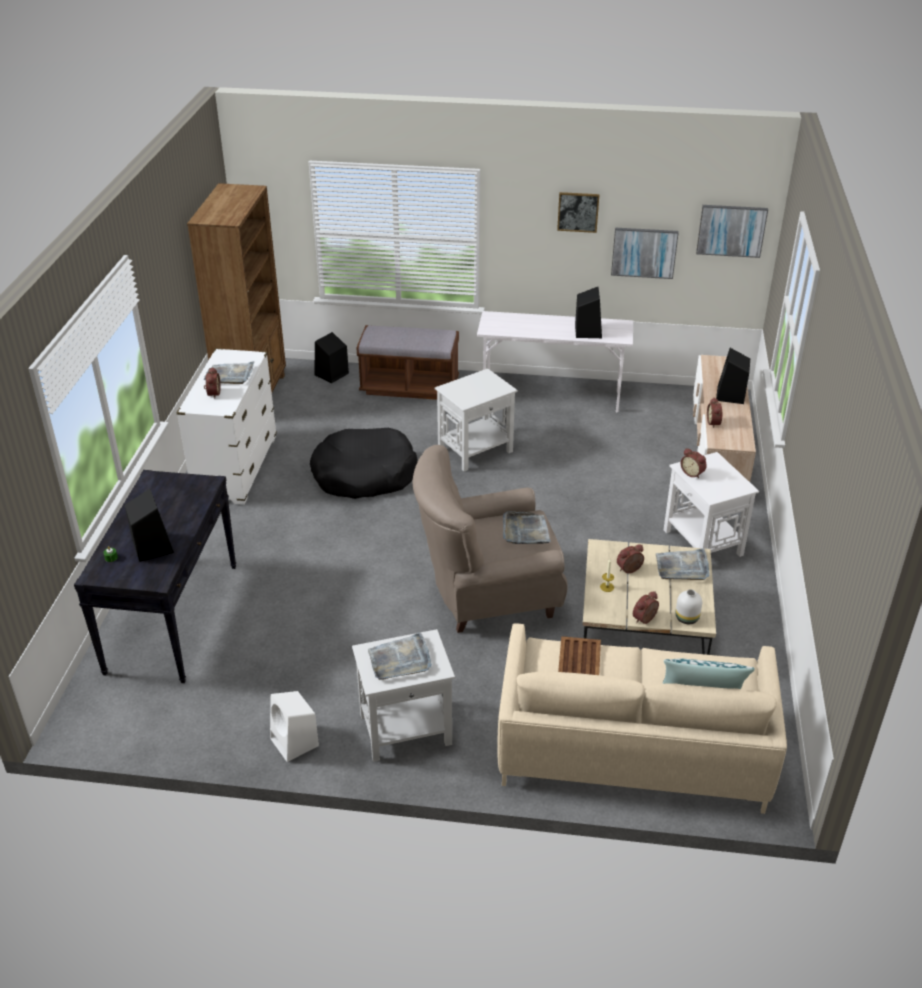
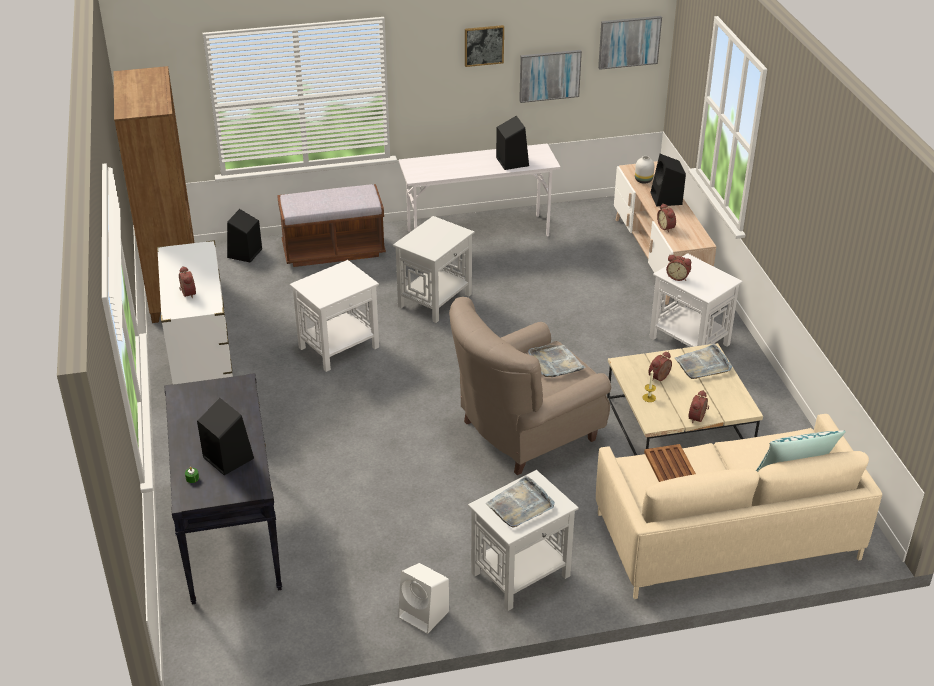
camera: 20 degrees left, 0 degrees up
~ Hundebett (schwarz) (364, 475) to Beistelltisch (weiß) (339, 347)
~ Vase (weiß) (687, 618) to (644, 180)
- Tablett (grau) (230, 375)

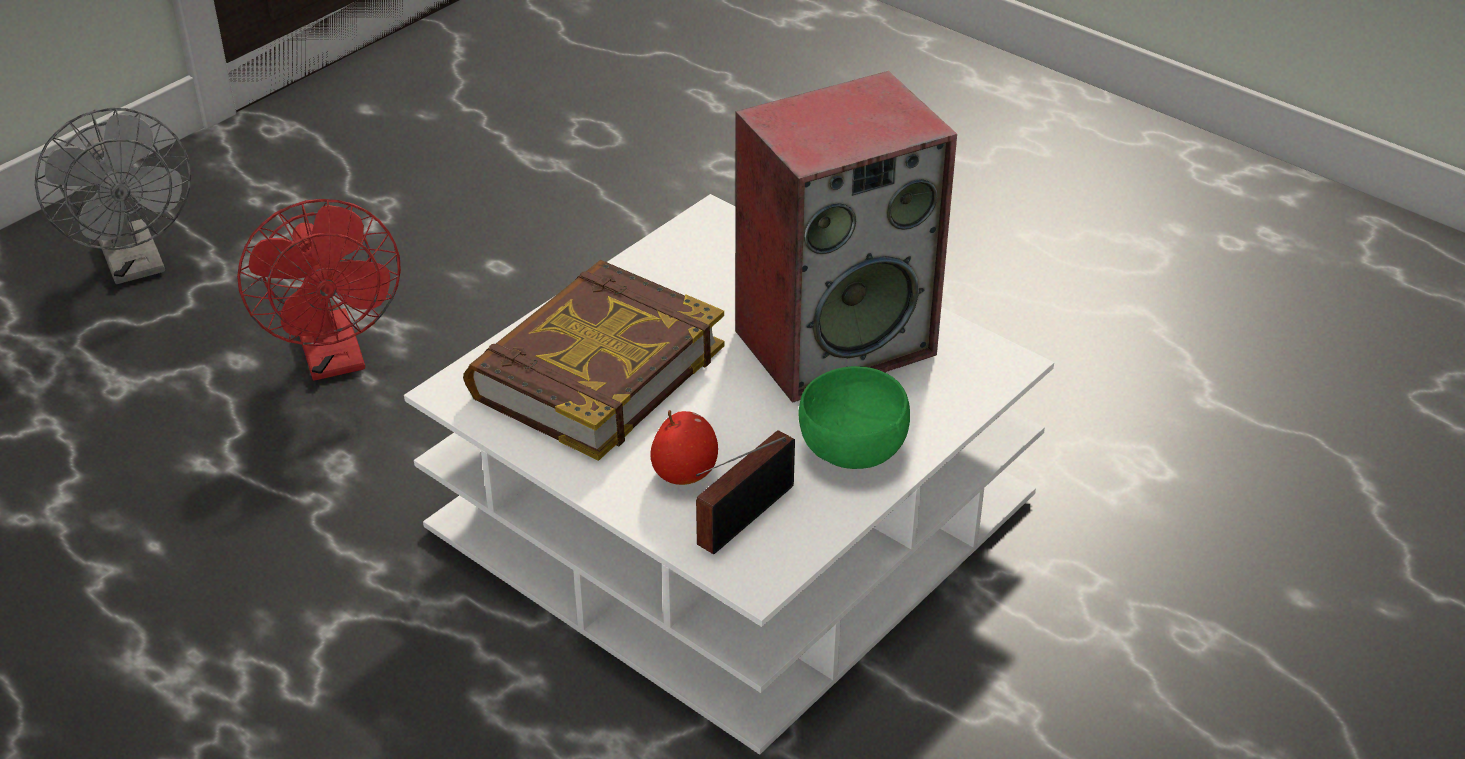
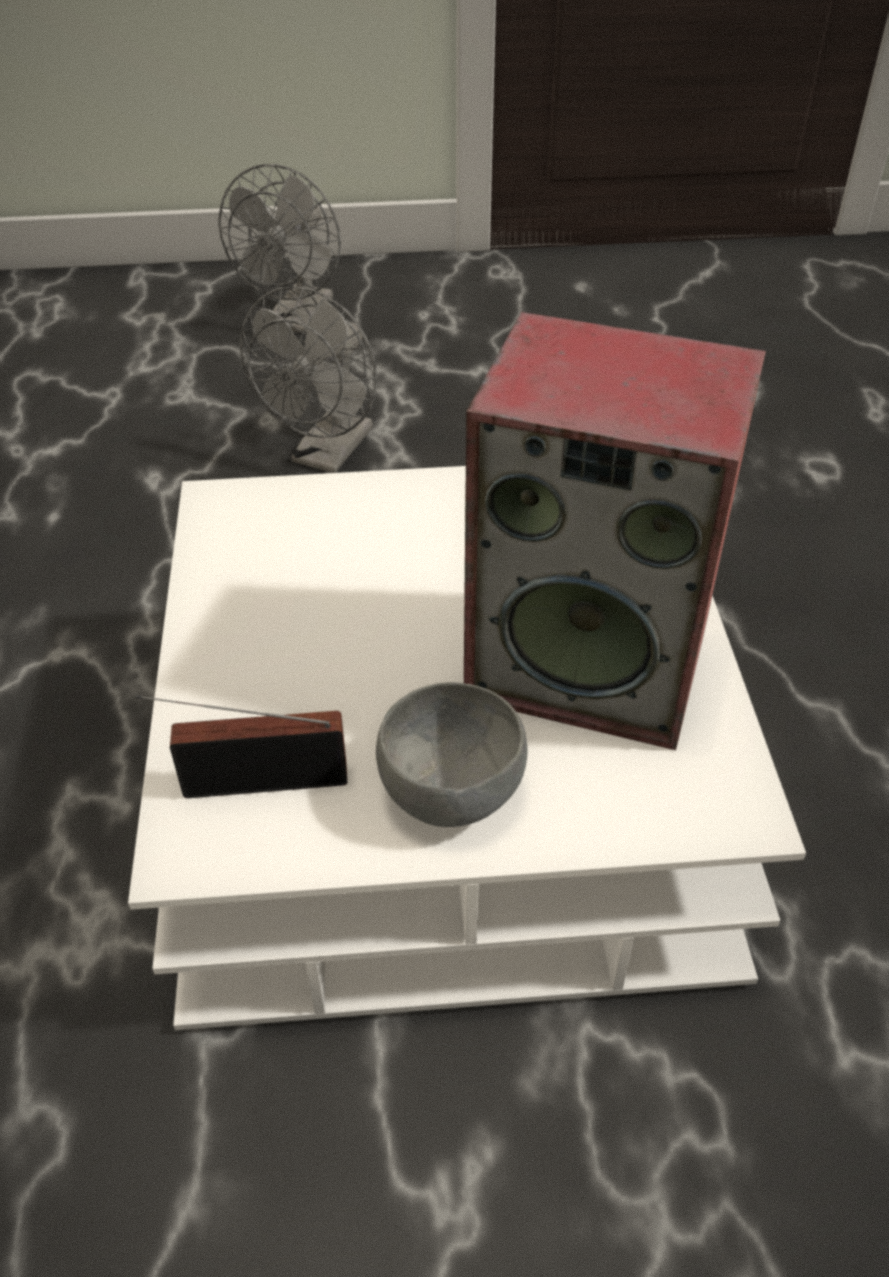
camera: 45 degrees right, 5 degrees up
~ Ventilator (rot) (335, 359) to Ventilator (grau) (327, 455)
~ Schüssel (grün) (852, 451) to Schüssel (grau) (450, 791)
- Buch (595, 371)
- Apfel (684, 473)

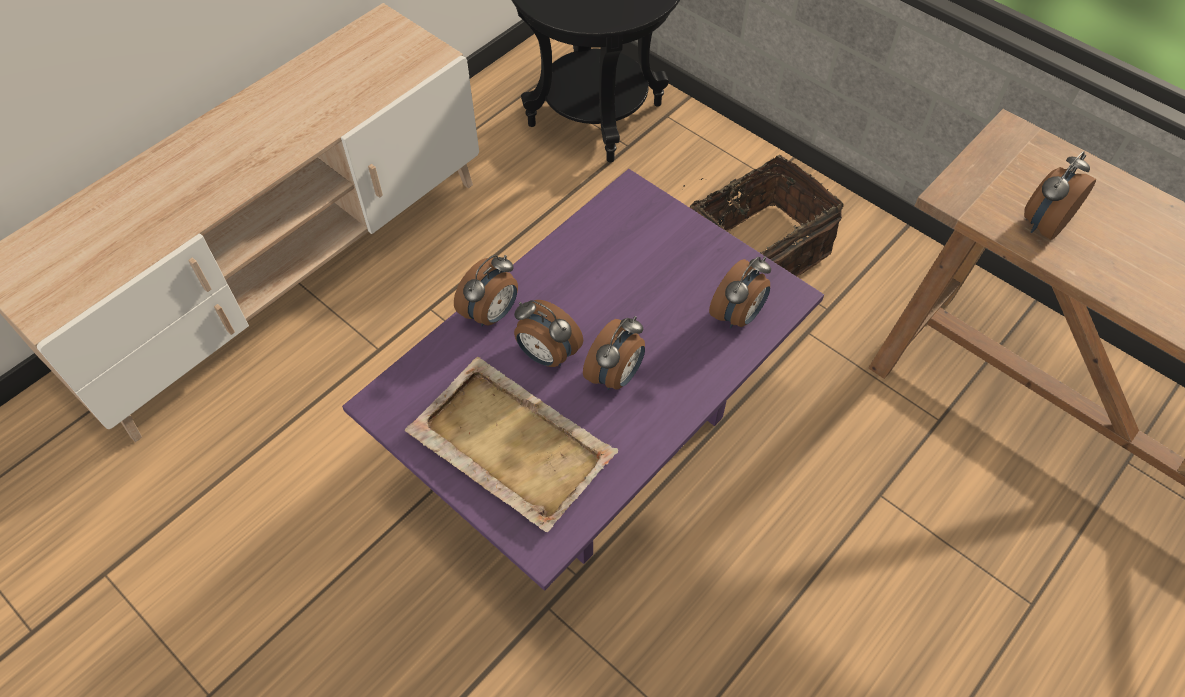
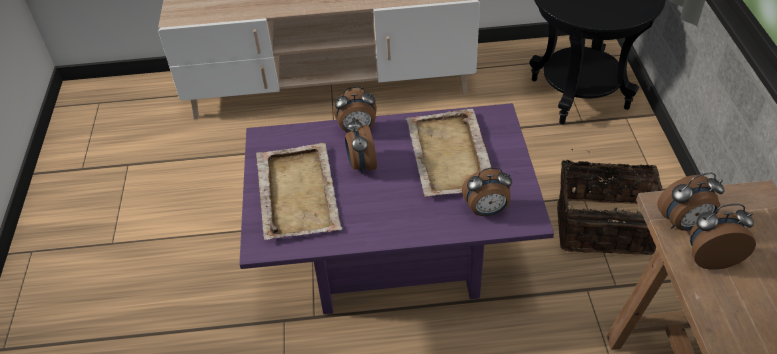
camera: 45 degrees right, 10 degrees down
+ Tablett (beige) (449, 156)
~ Wecker (616, 375) to (684, 224)

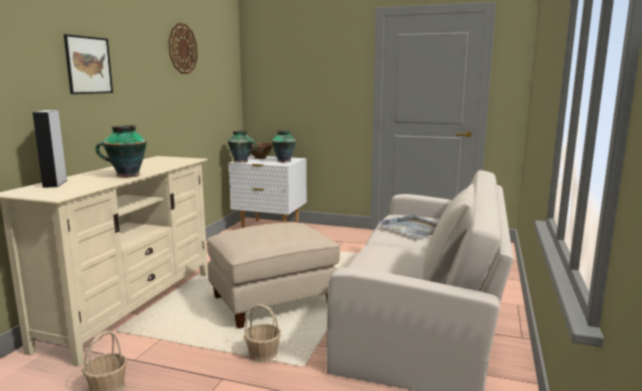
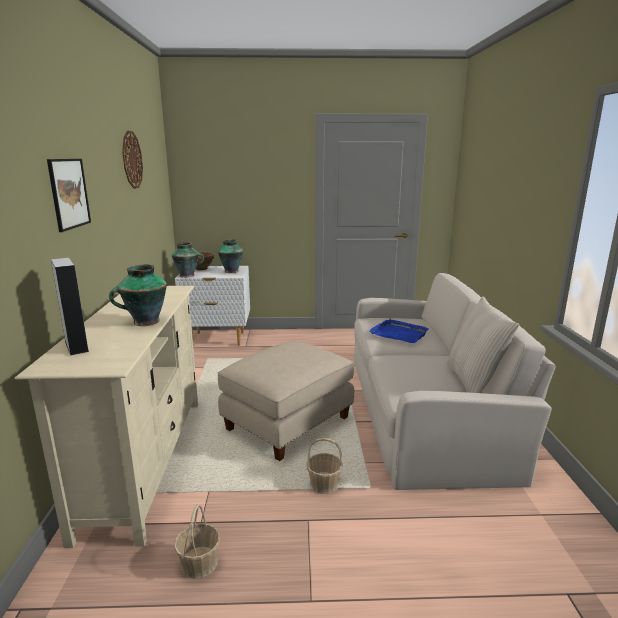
camera: 20 degrees left, 5 degrees up
~ Tablett (grau) (413, 228) to Tablett (blau) (399, 333)

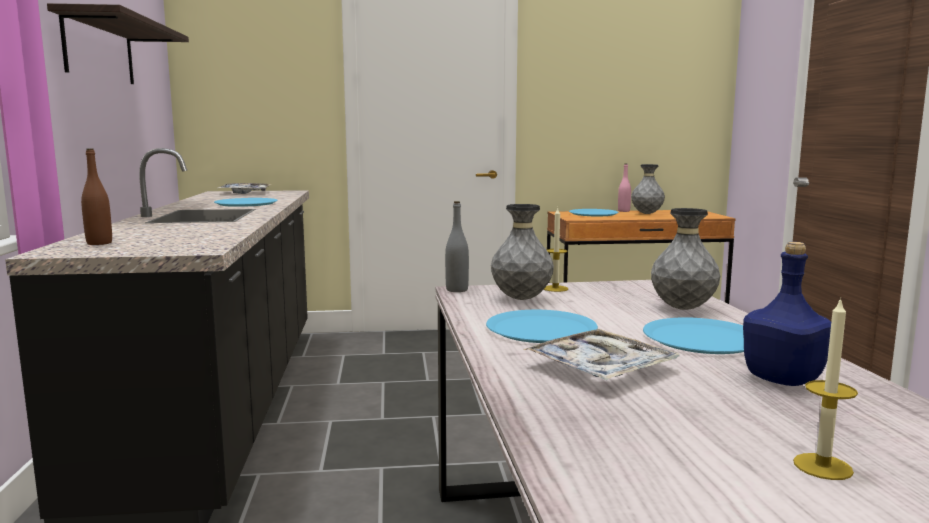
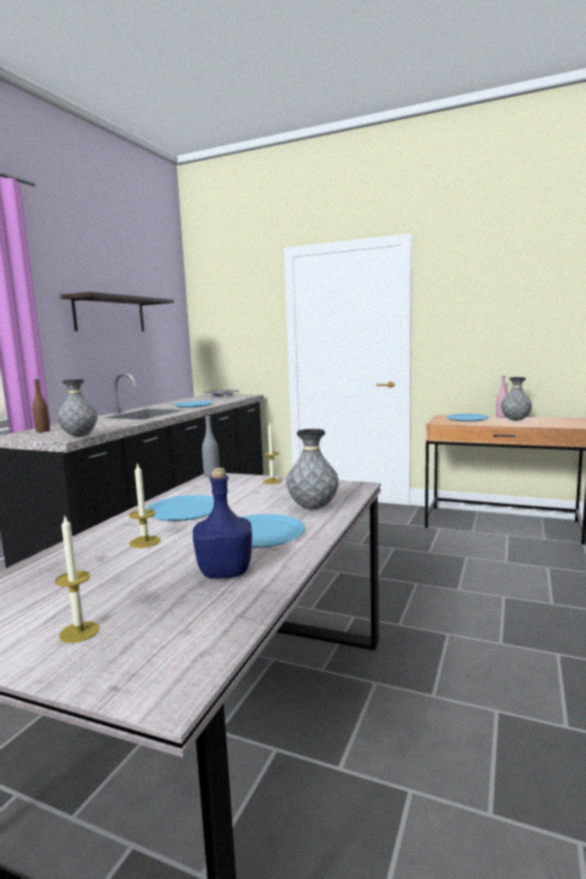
camera: 30 degrees right, 0 degrees up
~ Vase (grau) (521, 299) to (79, 436)
~ Tablett (601, 368) to Kerze (145, 542)

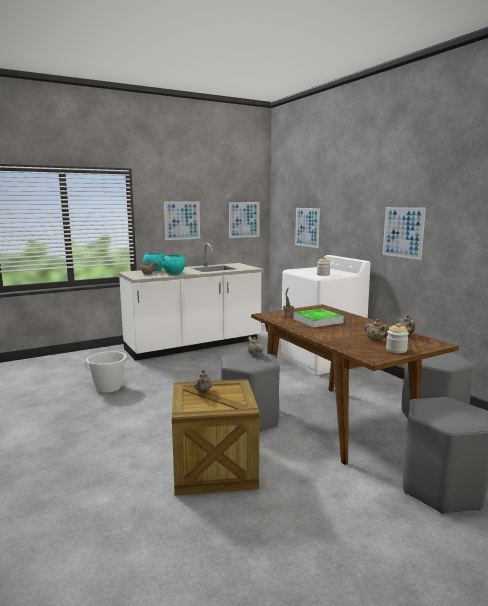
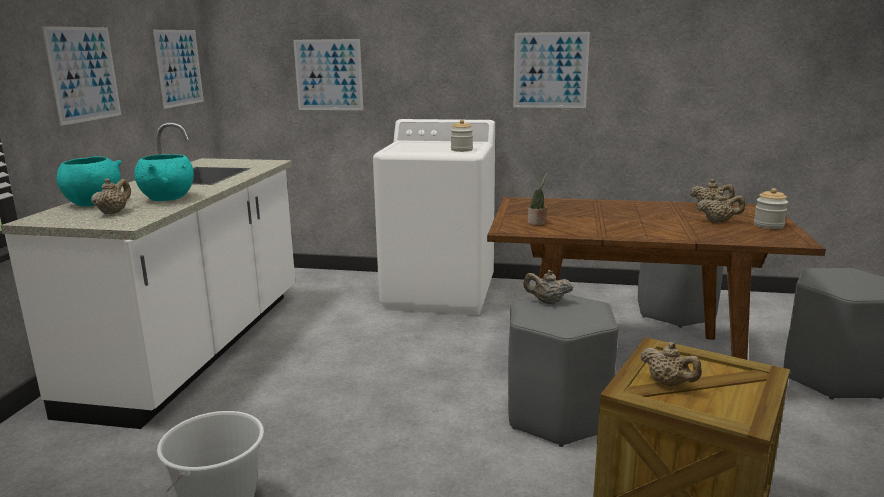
camera: 50 degrees left, 5 degrees up
- Tablett (317, 320)

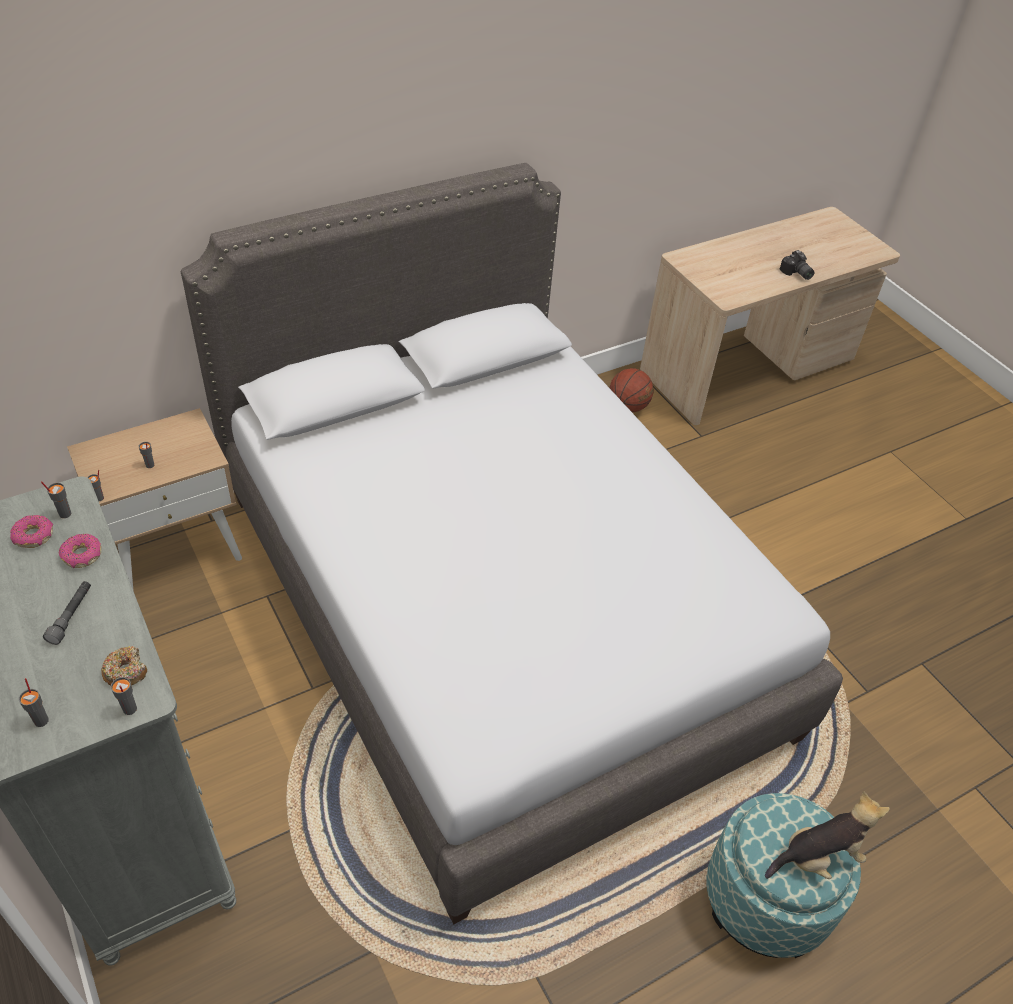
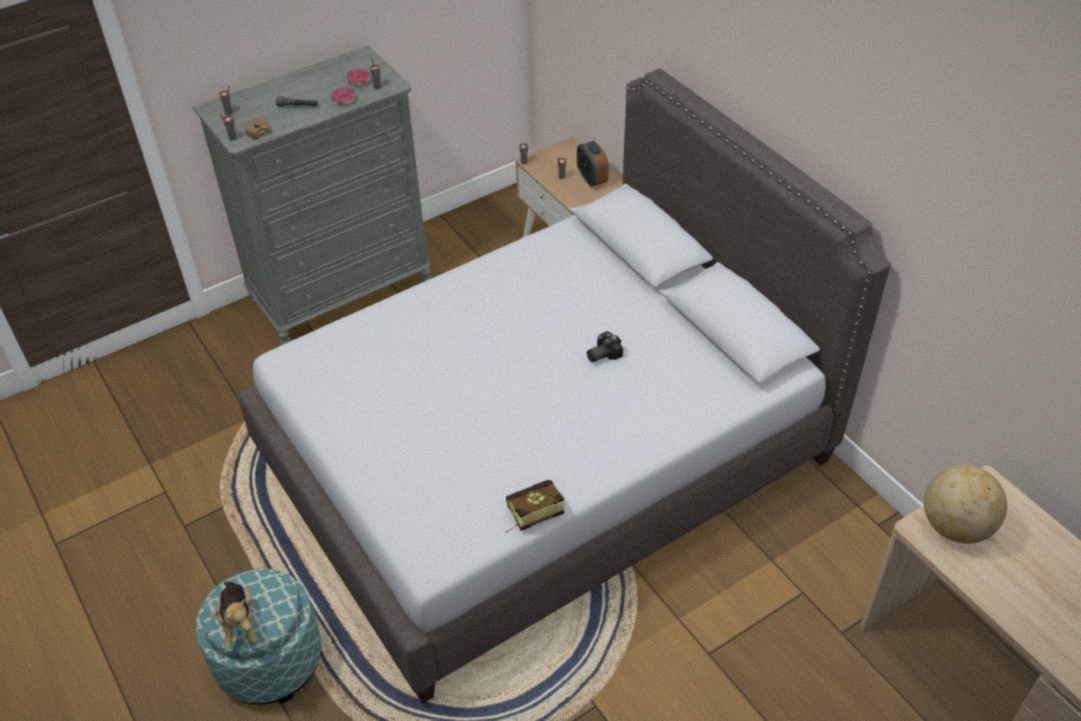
camera: 90 degrees right, 0 degrees up
+ Buch (530, 515)
+ Wecker (592, 179)
~ Kamera (796, 273) to (602, 354)
+ Globus (955, 526)
- Basketball (628, 407)

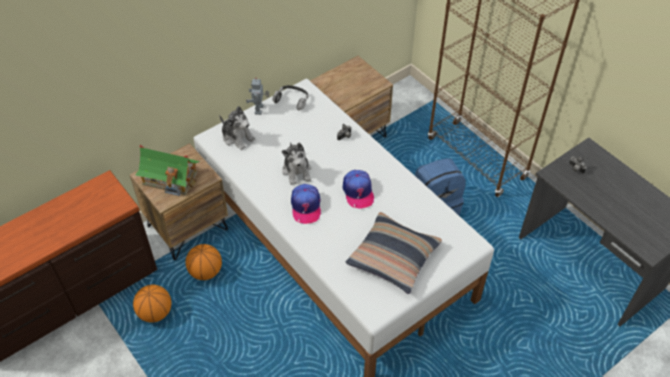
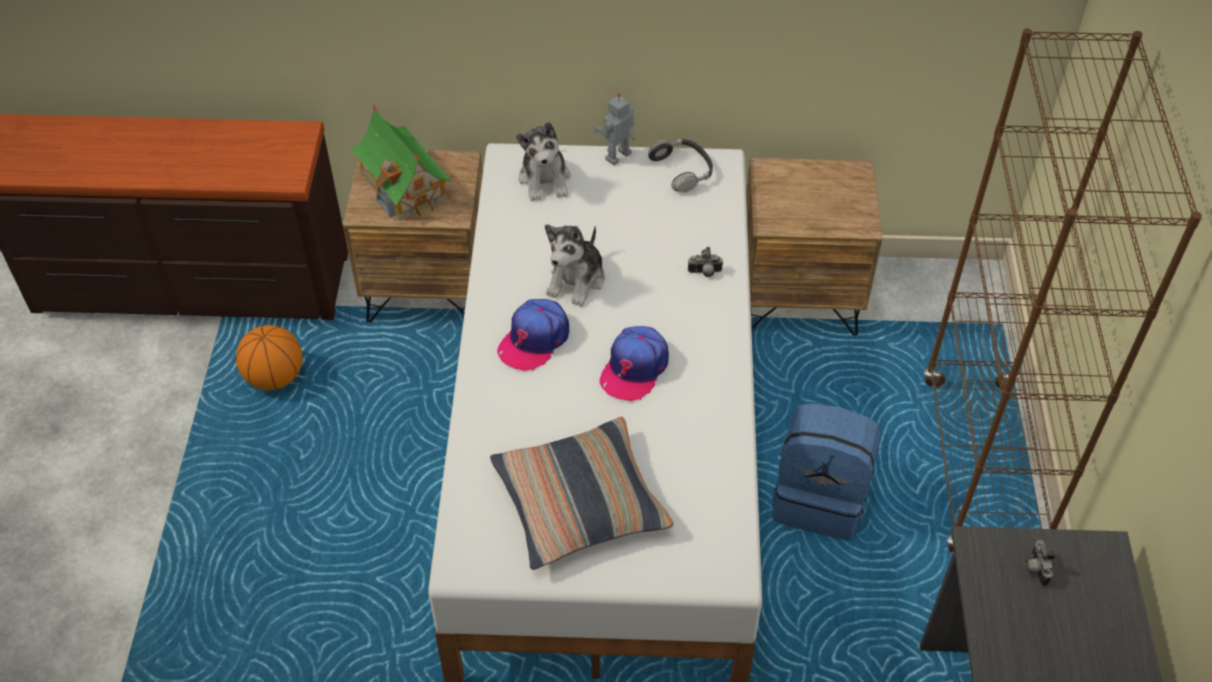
camera: 40 degrees right, 0 degrees up
- Basketball (206, 272)

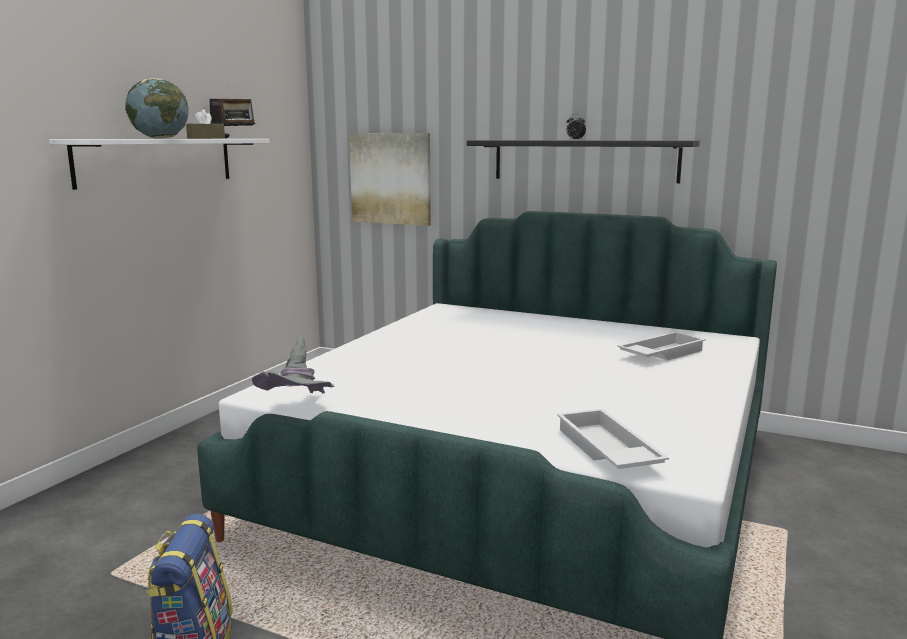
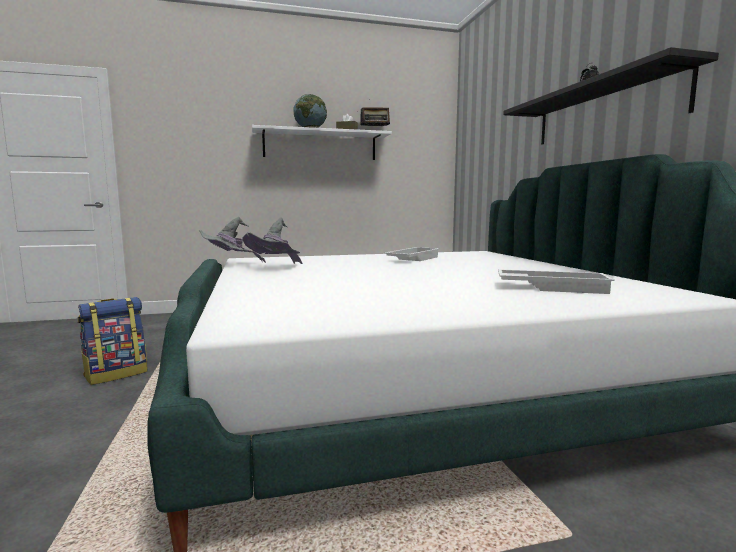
camera: 50 degrees right, 5 degrees down
+ Hut (grau) (275, 268)
~ Tablett (weiß) (605, 450) to (412, 259)
- Bild (391, 178)

